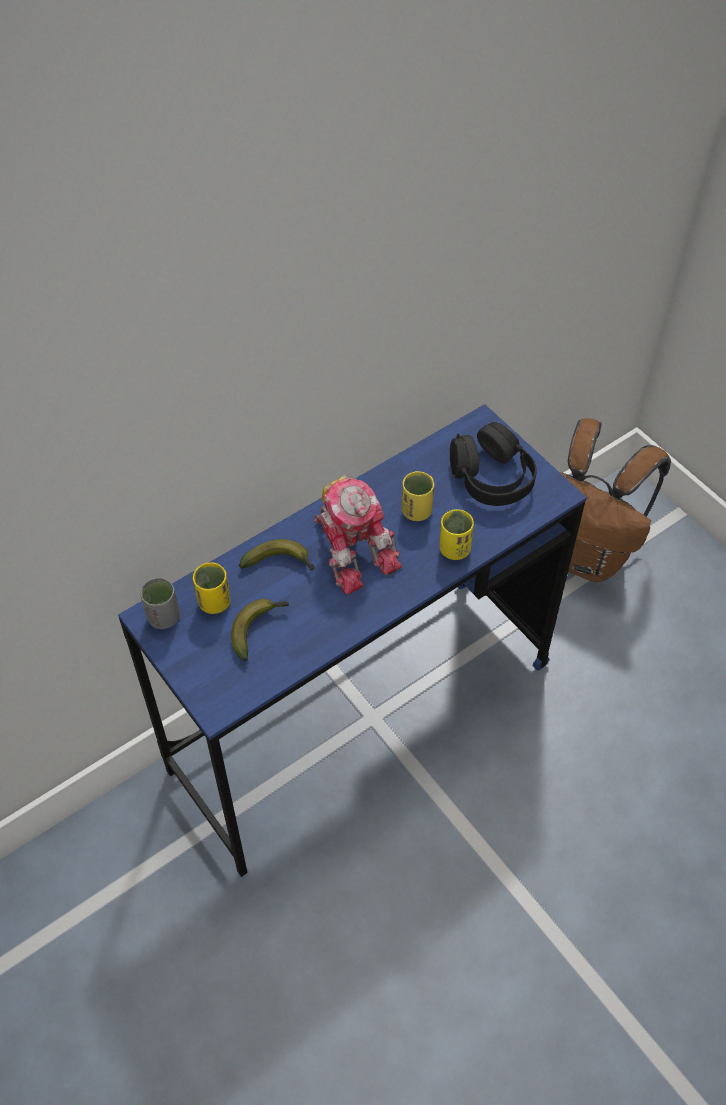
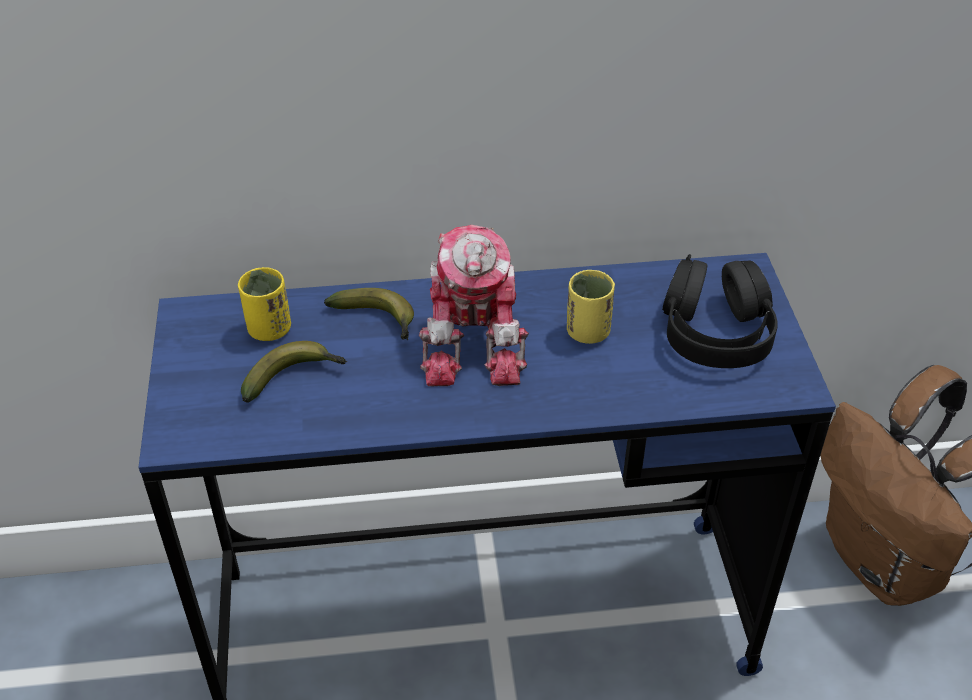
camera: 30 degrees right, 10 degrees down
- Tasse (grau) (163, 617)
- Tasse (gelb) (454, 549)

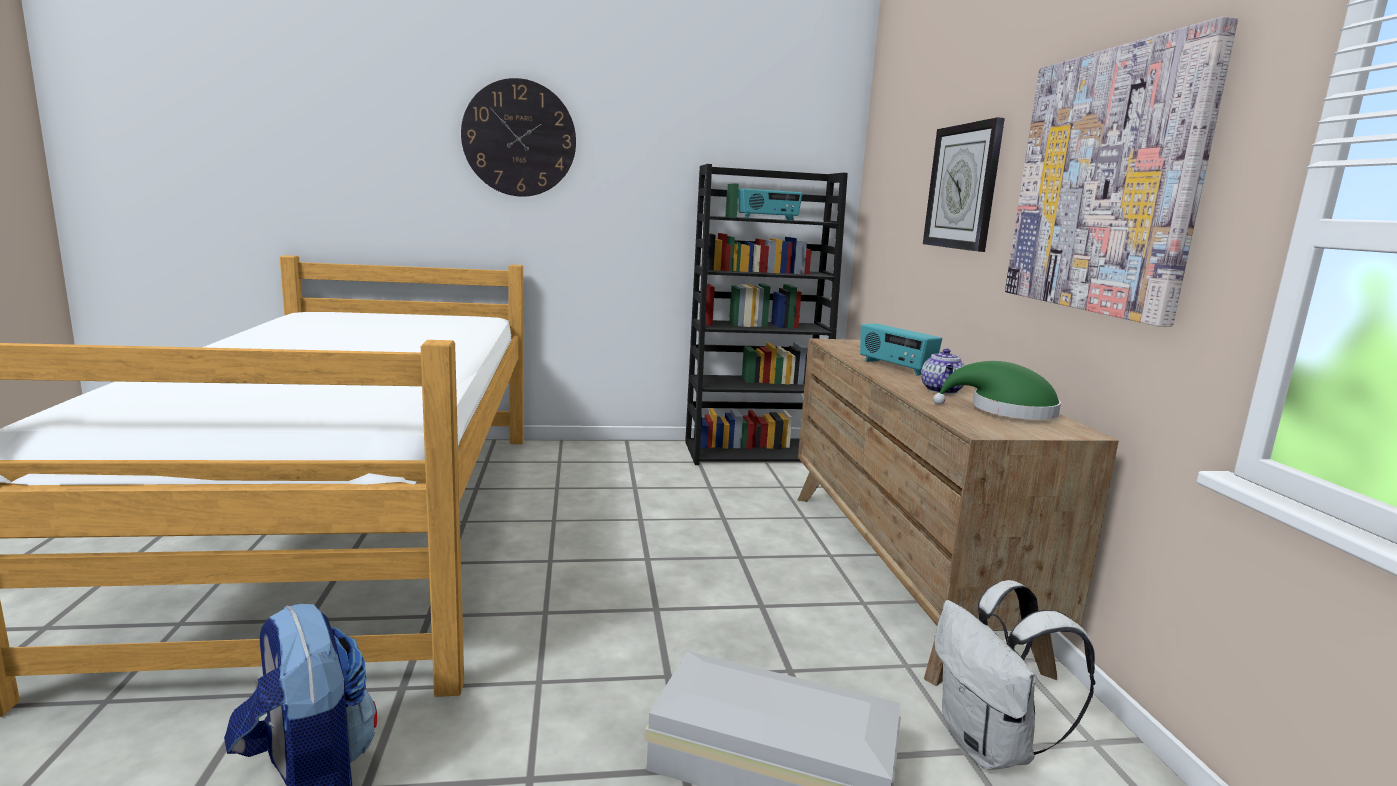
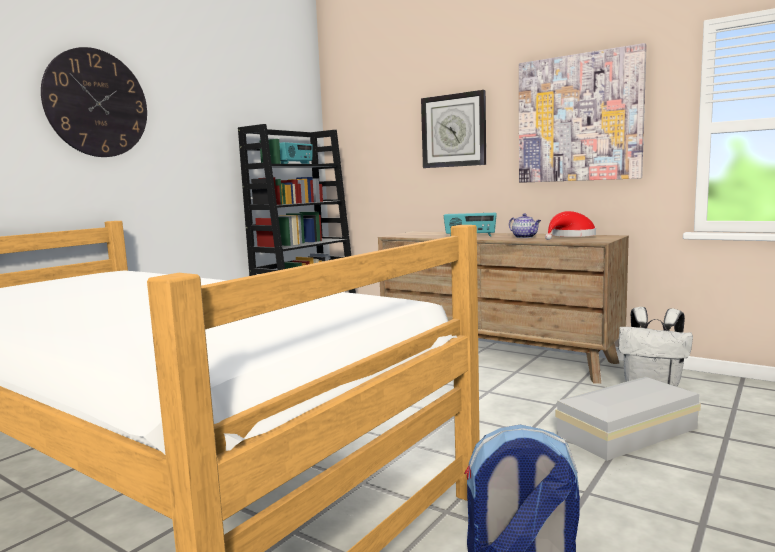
camera: 45 degrees left, 5 degrees down
~ Hut (grün) (1005, 411) to Hut (rot) (571, 237)

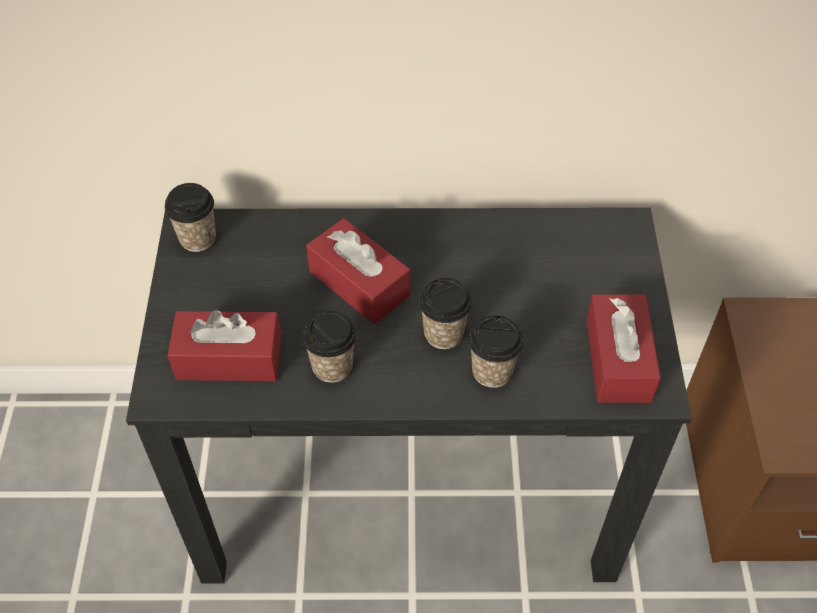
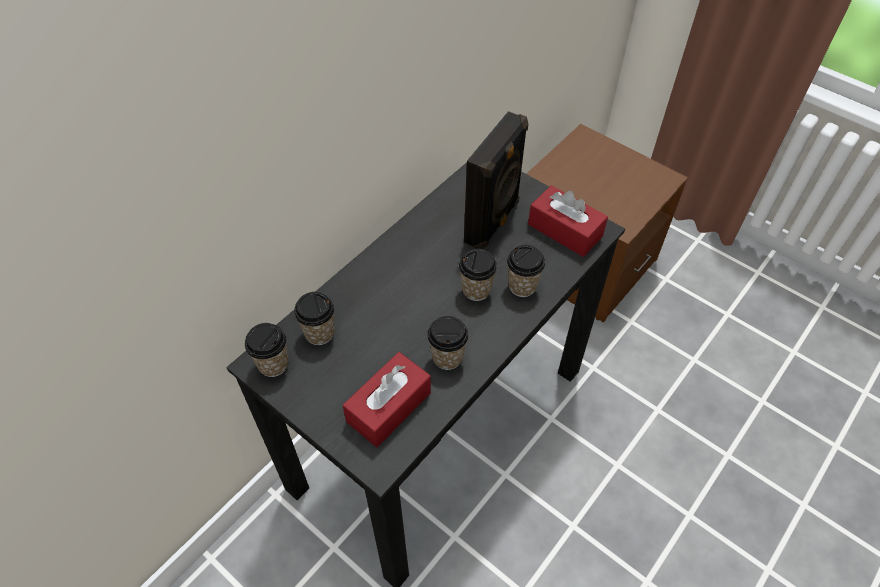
camera: 50 degrees left, 0 degrees up
+ Tasse (319, 333)
+ Lautsprecher (schwarz) (493, 223)
- Taschentuchbox (rot) (359, 283)

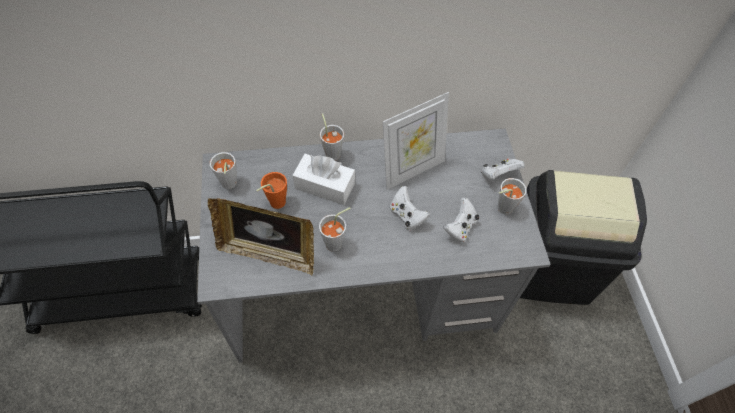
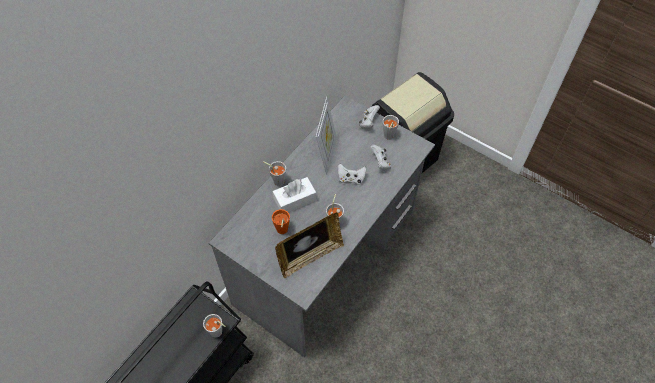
camera: 45 degrees left, 0 degrees up
~ Tasse (grau) (229, 185) to (218, 333)

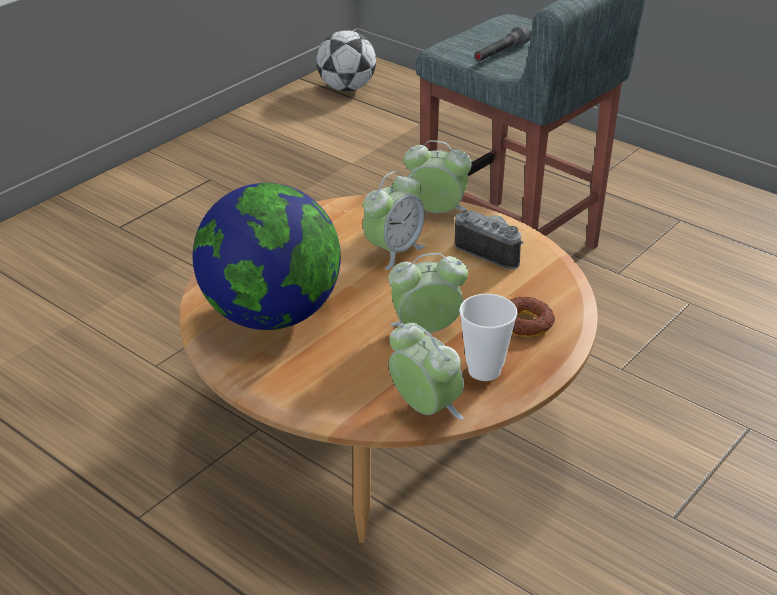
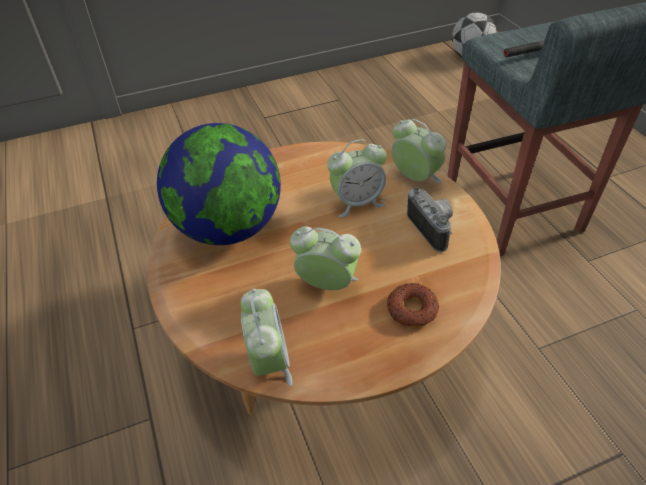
camera: 30 degrees right, 10 degrees up
- Tasse (484, 370)

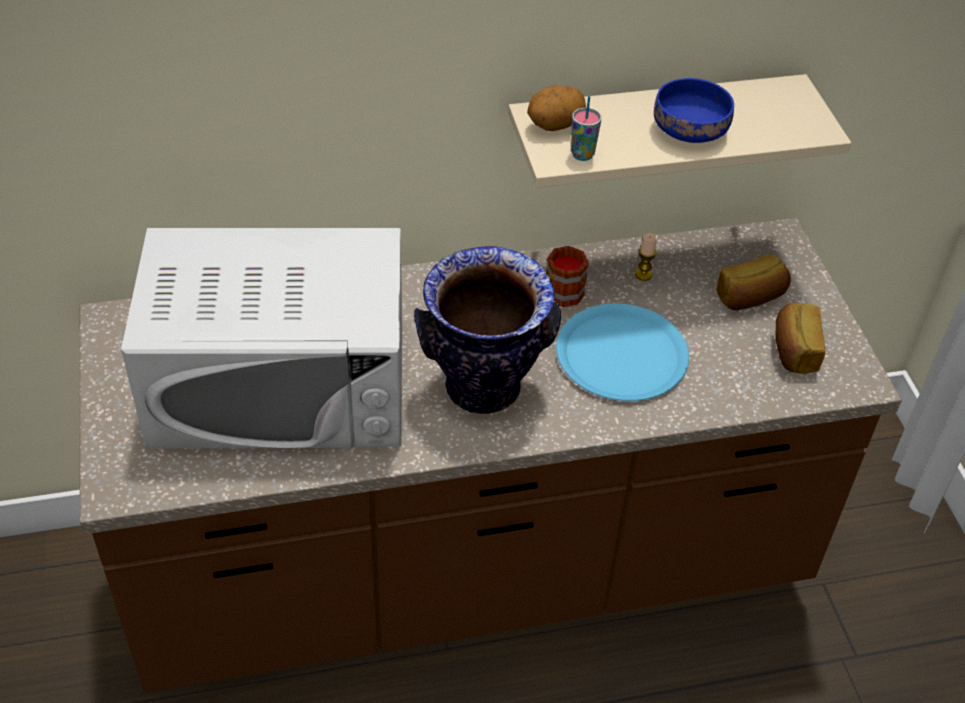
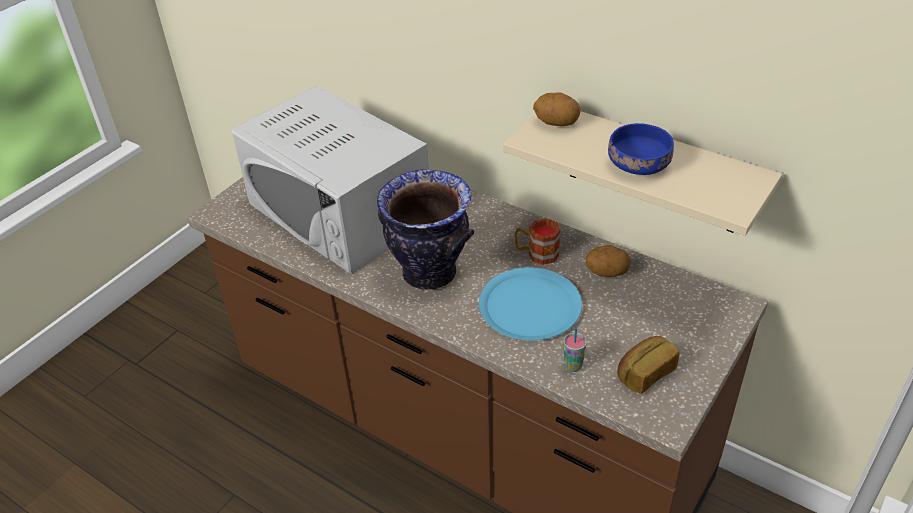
camera: 50 degrees right, 5 degrees down
~ Tasse (582, 155) to (573, 366)
~ Kerze (643, 274) to Kartoffel (607, 272)
- Brot (751, 298)

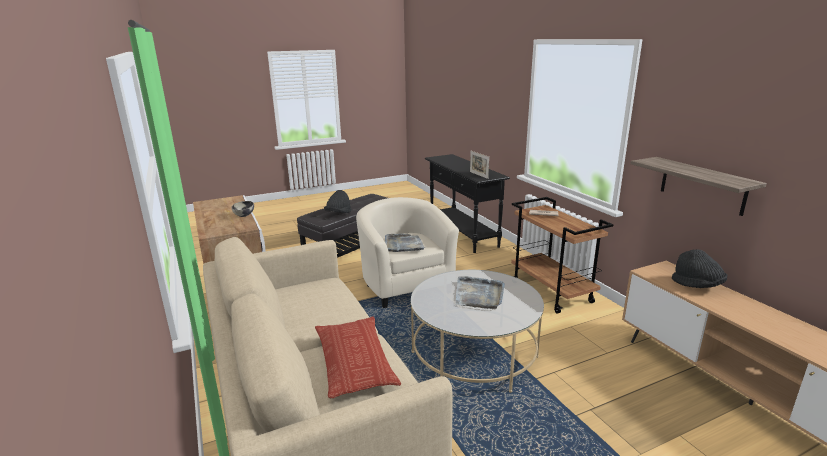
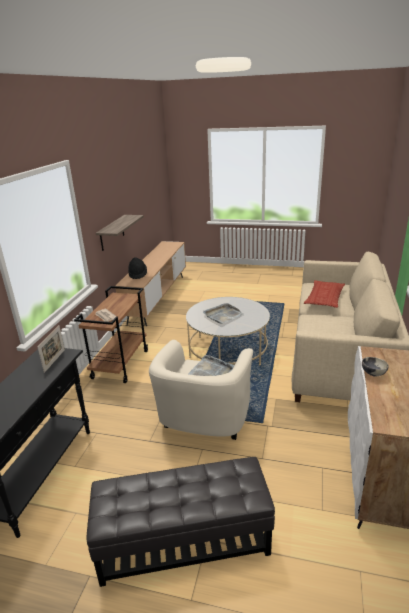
camera: 140 degrees left, 5 degrees up
- Hut (schwarz) (338, 214)

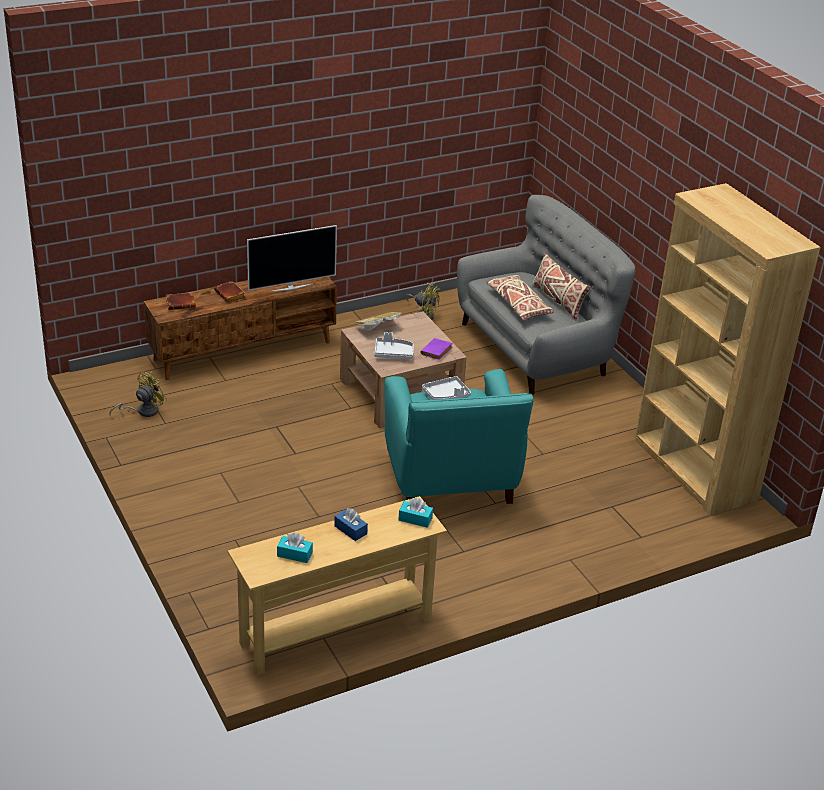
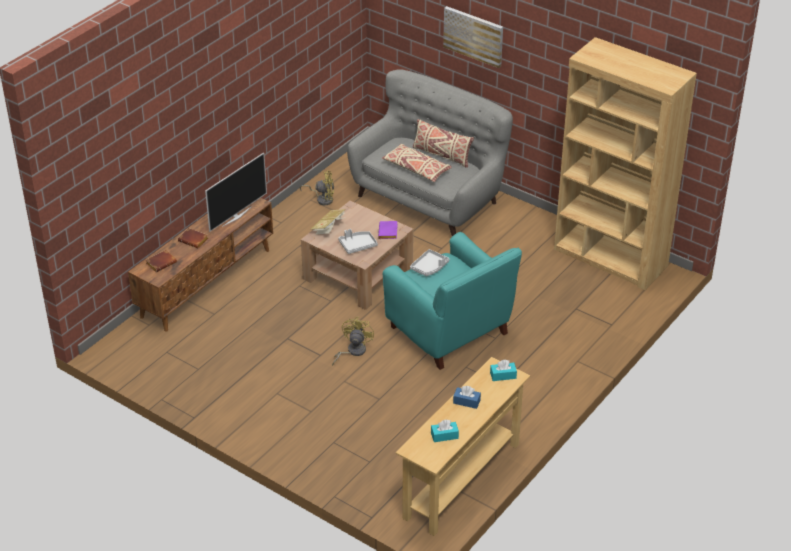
camera: 25 degrees left, 5 degrees up
~ Ventilator (gelb) (143, 411) to (353, 351)
+ Bild (473, 36)

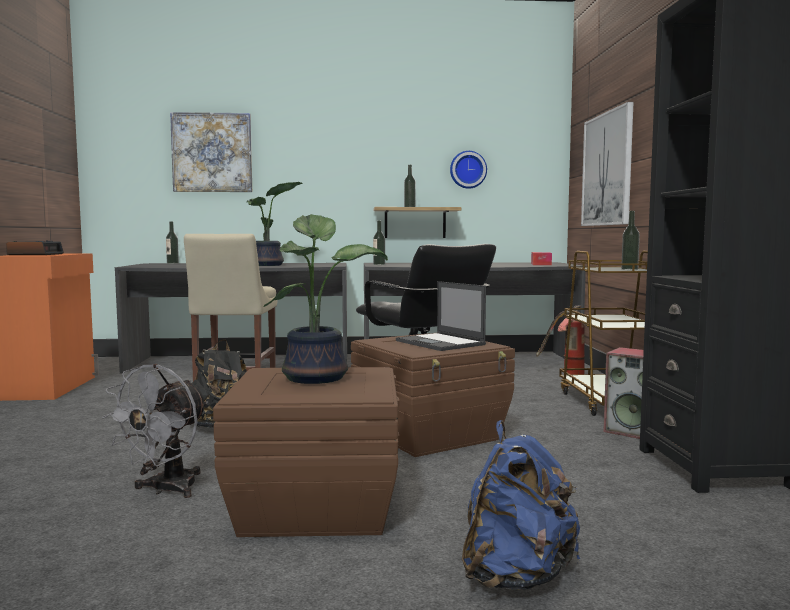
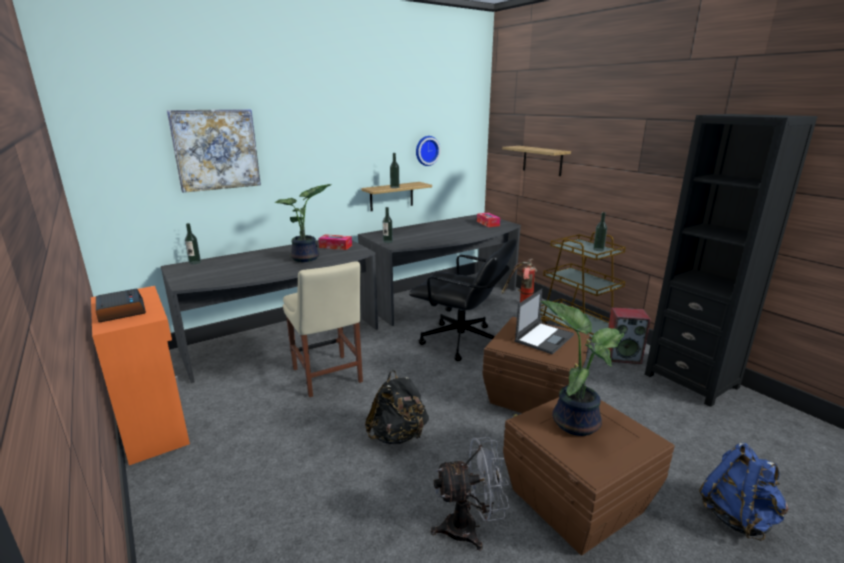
camera: 30 degrees left, 15 degrees up
+ Taschentuchbox (335, 246)
~ Ventilator (grau) (165, 490) = (469, 528) 90 degrees counterclockwise
~ Bild (607, 169) to Wandregal (542, 160)
~ Laptop (441, 343) = (544, 338) 75 degrees counterclockwise

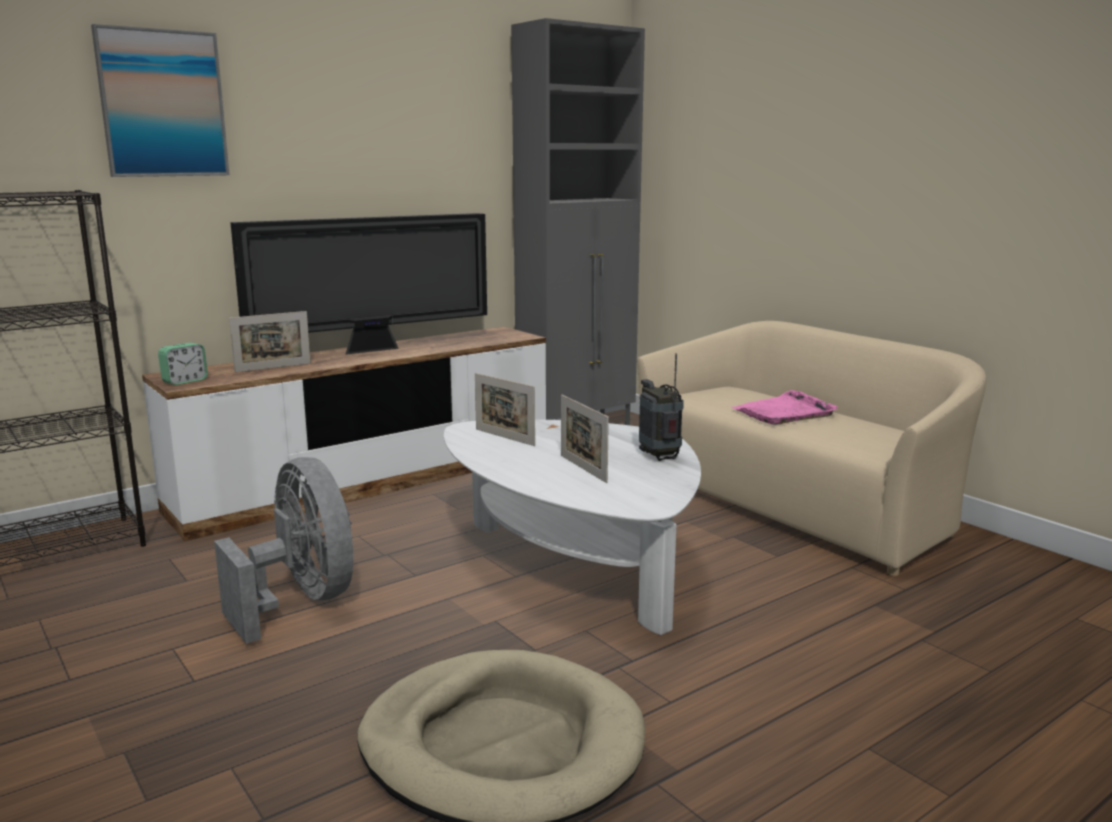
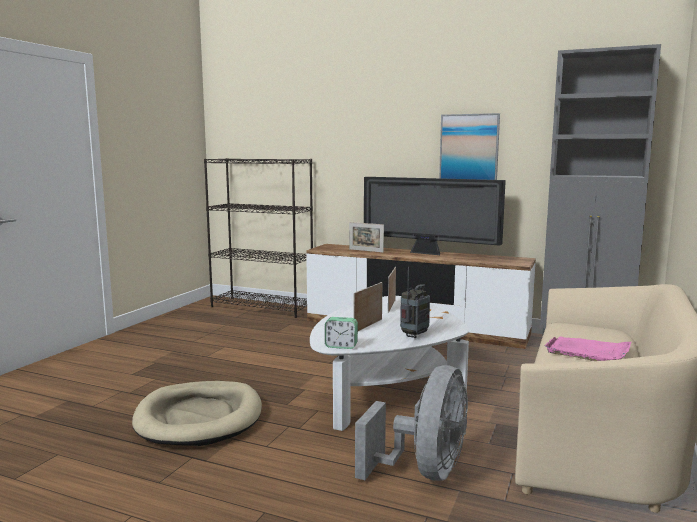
camera: 60 degrees right, 5 degrees down
~ Wecker (185, 381) to (341, 346)
~ Ventilator (grau) (301, 601) to (424, 471)
~ Bild (162, 104) to (469, 150)

